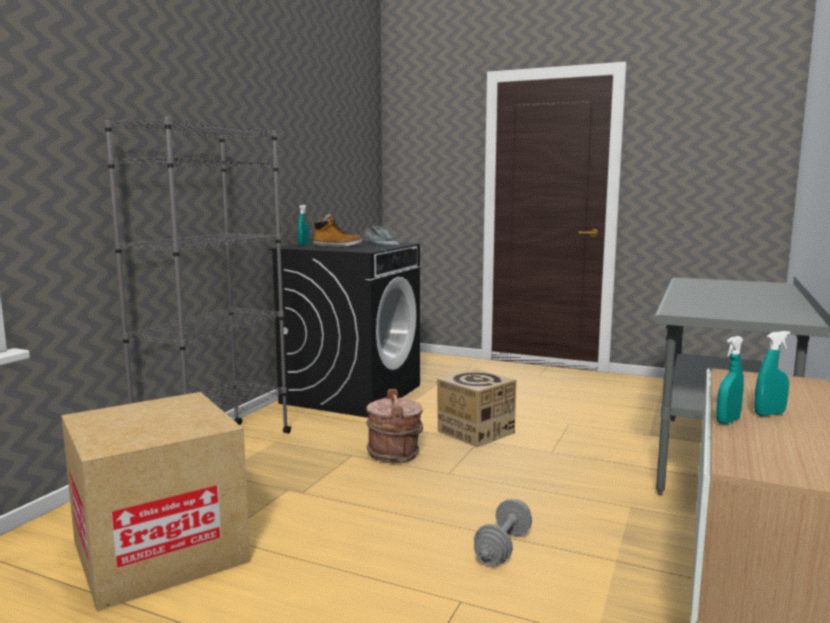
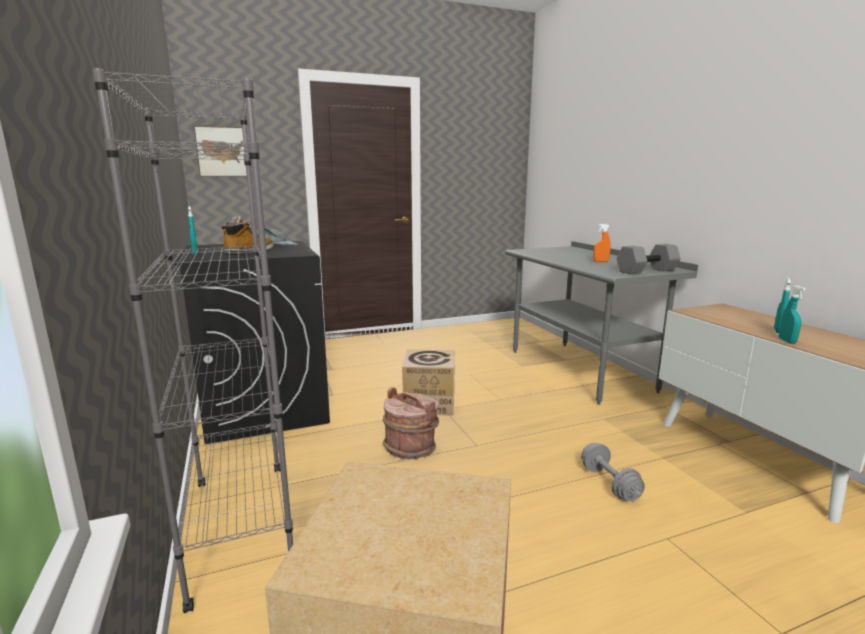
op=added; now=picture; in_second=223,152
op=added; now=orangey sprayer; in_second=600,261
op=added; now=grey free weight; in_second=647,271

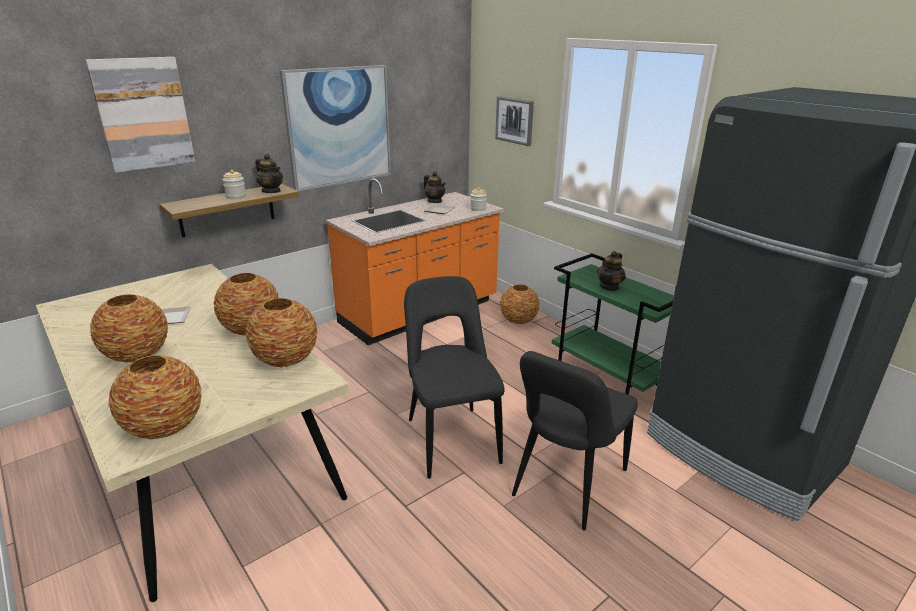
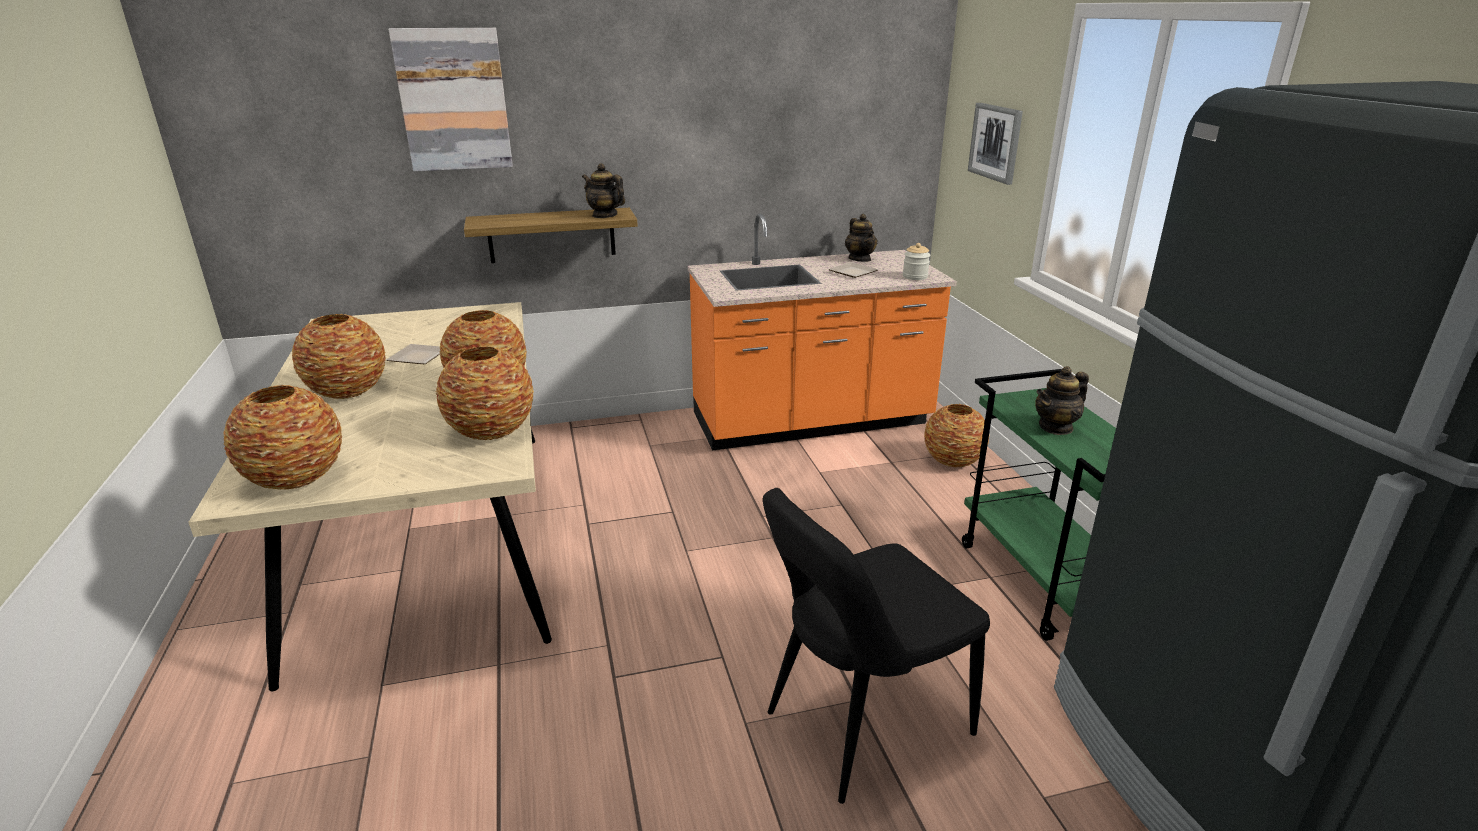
op=removed; was=preserve jar; in_first=236,196
op=removed; was=picture; in_first=339,127
op=removed; was=black-coloured upright chair; in_first=451,438
op=turned; was=teapot; in_first=271,191; in_second=604,215; clockwise=150

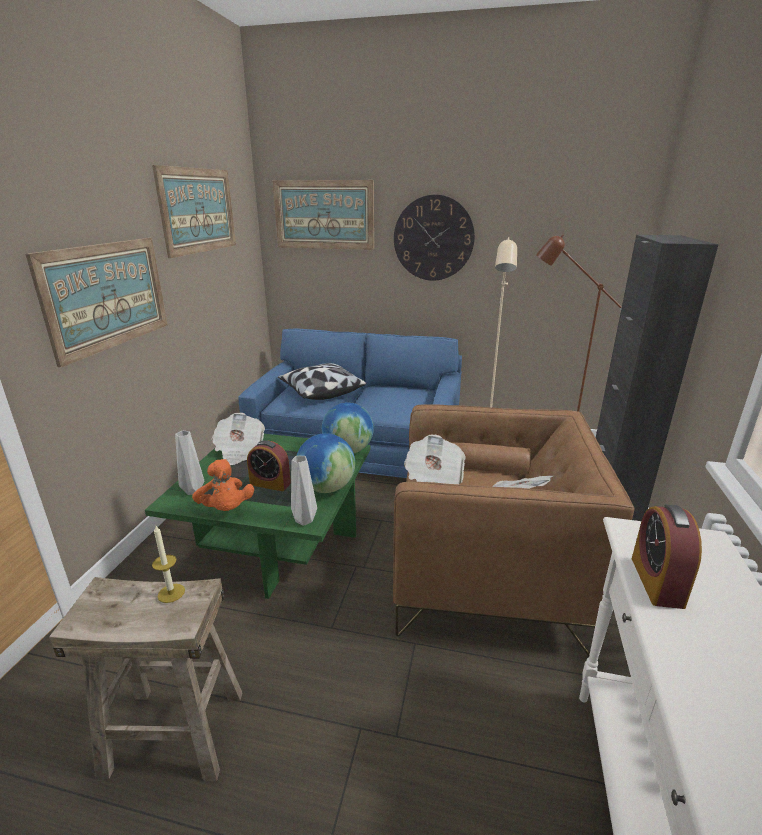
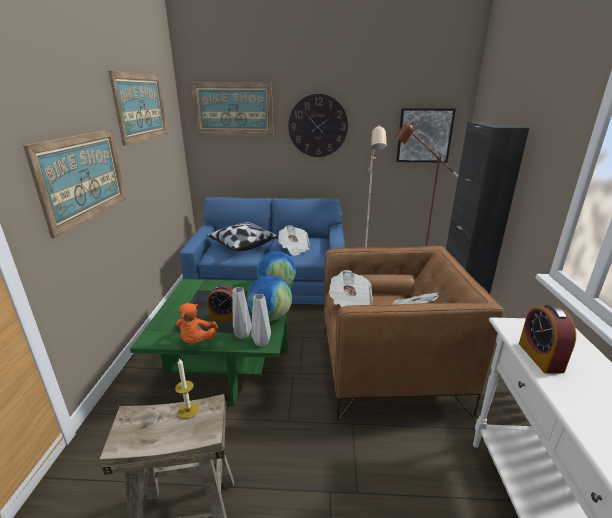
op=added; now=picture; in_second=424,135
op=moved; was=grey flower vase; in_first=192,490; in_second=241,335
op=moved; was=printed paper; in_first=239,451; in_second=294,248
op=turned; was=orangey plush toy; in_first=226,509; in_second=197,341; clockwise=45

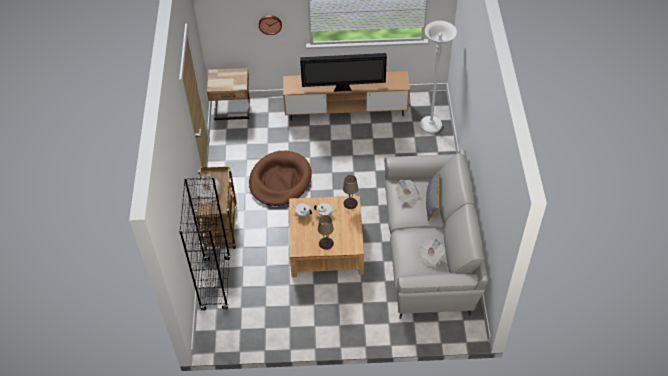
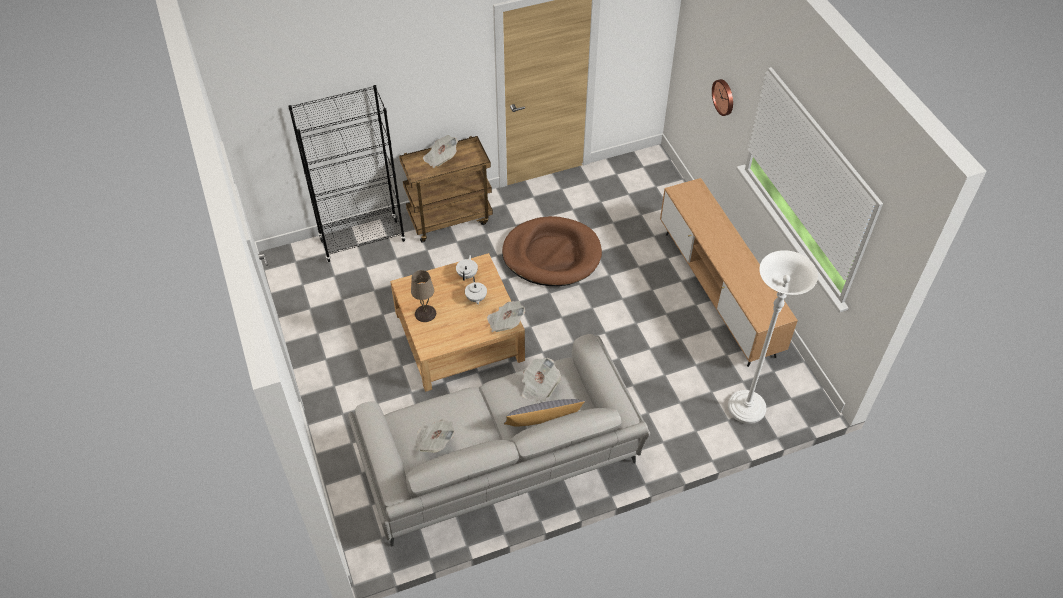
op=removed; was=beige-coloured bedside table; in_first=232,111
op=removed; was=TV set; in_first=343,89
op=replaced; was=beige-coloured lamp for a table; now=printed paper; in_first=350,203; in_second=505,322

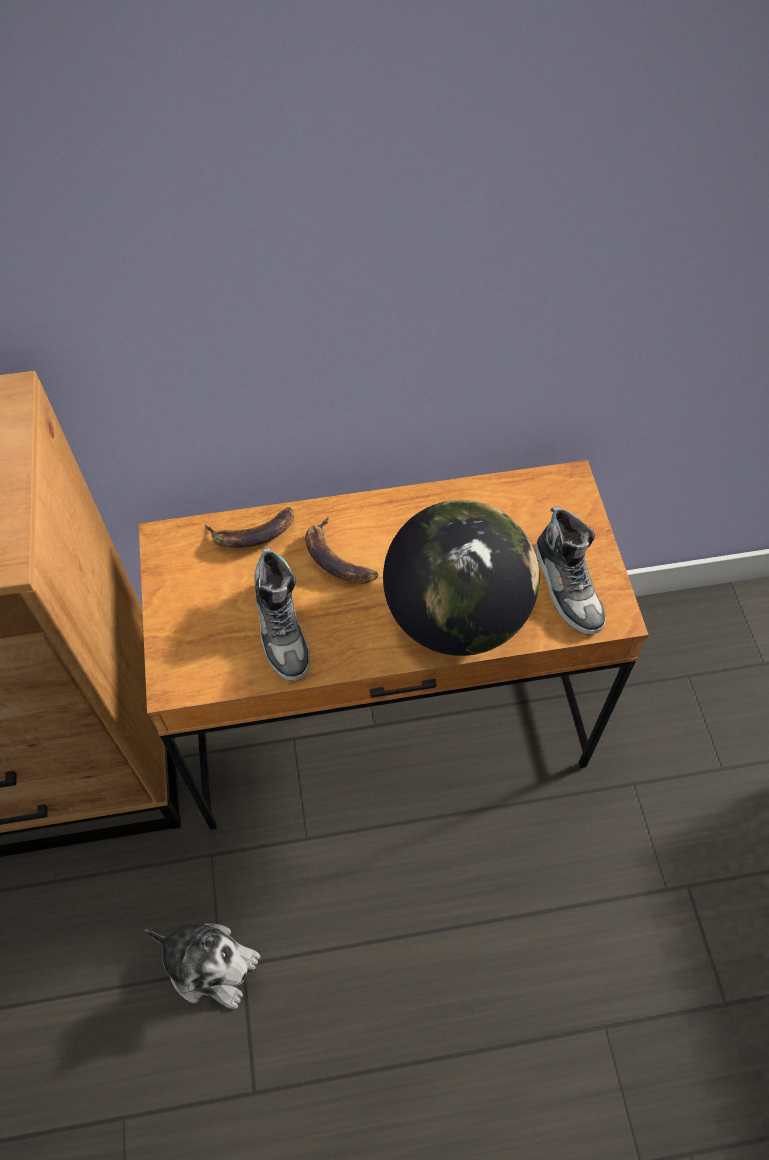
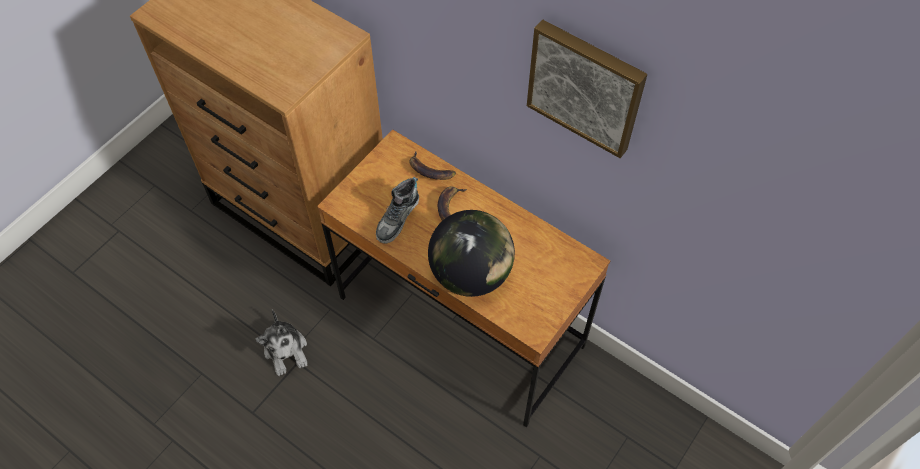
op=removed; was=item of footwear; in_first=568,586
op=added; now=picture; in_second=586,86

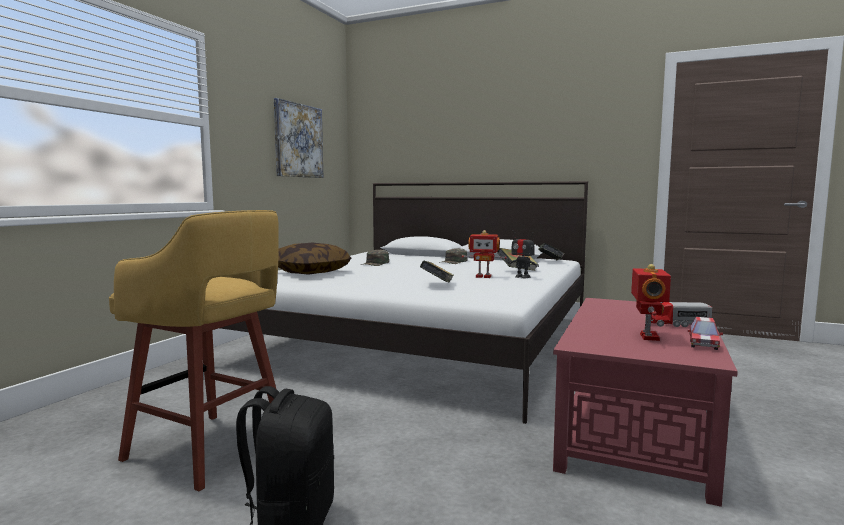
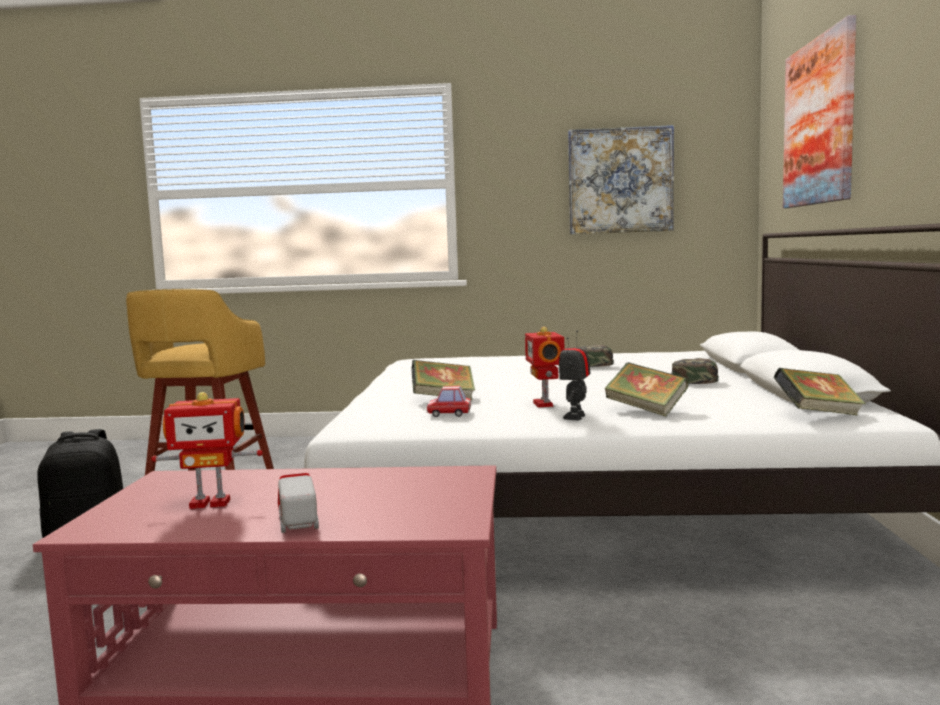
op=removed; was=throw pillow; in_first=311,272
op=added; now=picture; in_second=819,122
op=moved; was=model car; in_first=703,345; in_second=449,414

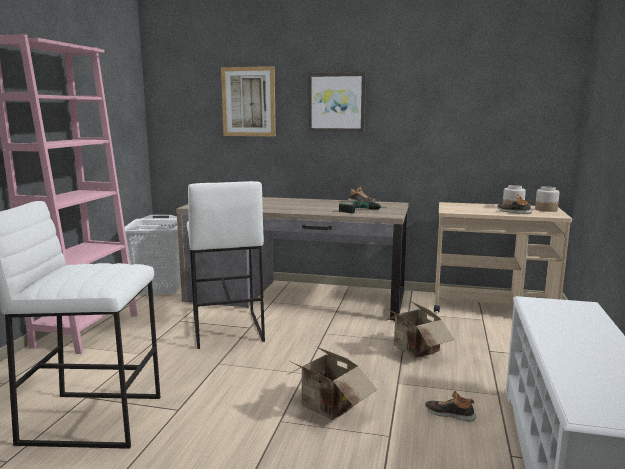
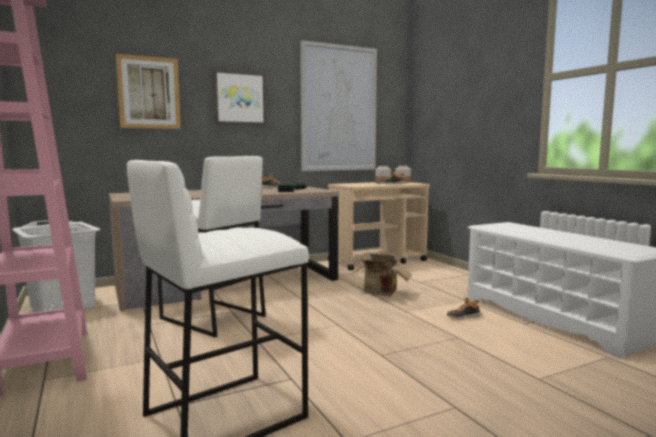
op=removed; was=cardboard box; in_first=327,408
op=added; now=picture; in_second=338,109

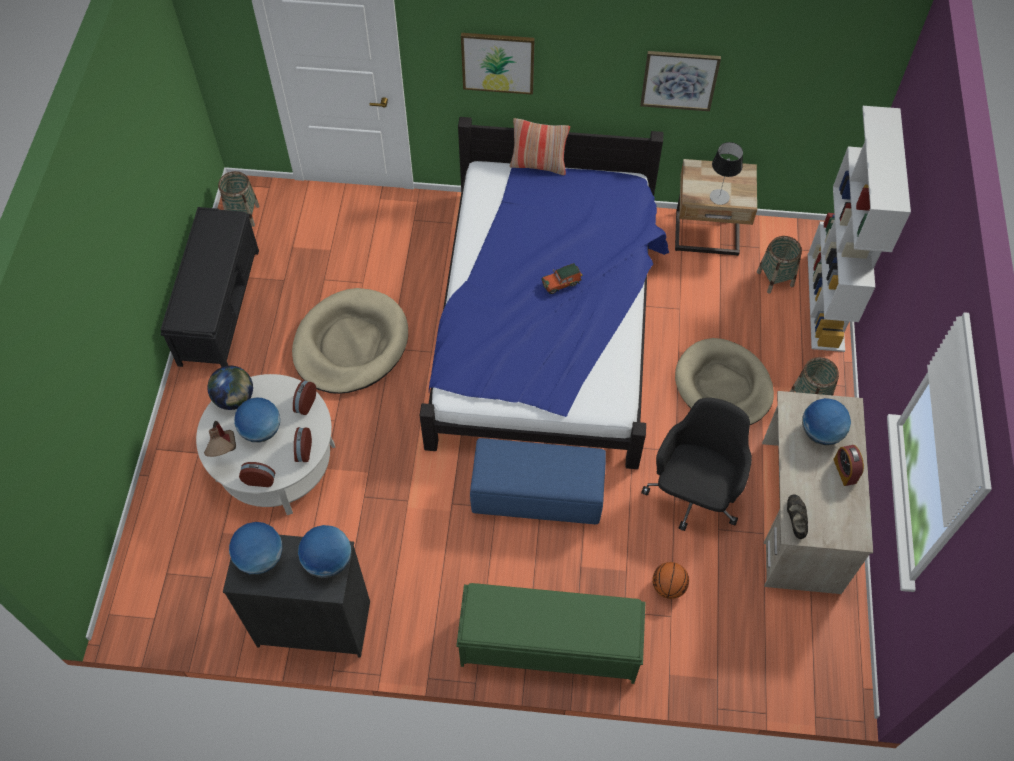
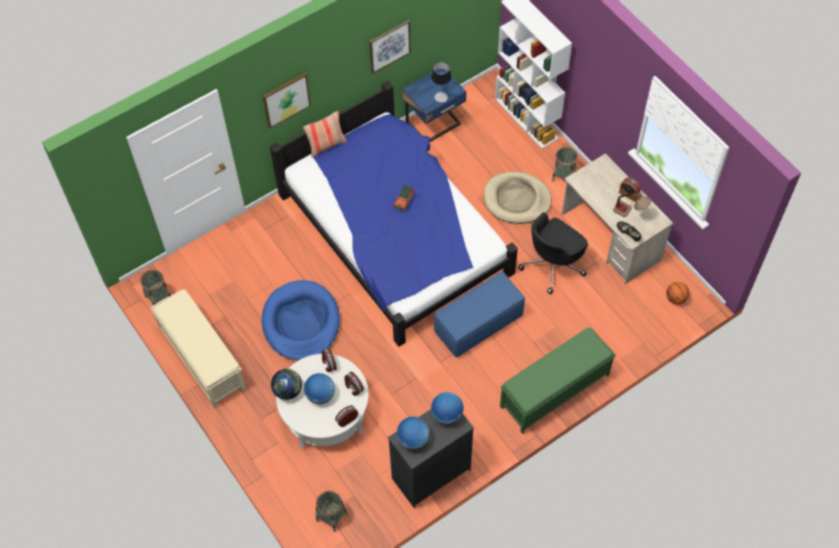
op=removed; was=world globe; in_first=820,433
op=moved; was=lamp for a table; in_first=225,454; in_second=630,213
op=moved; was=ball for basketball; in_first=668,586; in_second=675,298
op=moved; was=household basket; in_first=775,279; in_second=331,517
op=recoloured; was=black-coloured long seat; now=beige-coloured long seat; in_first=219,305; in_second=202,358
op=recoloured; was=beige-coloured dog bed; now=bluish dog bed; in_first=351,344; in_second=301,323
op=recoloured; was=beige-coloured bedside table; now=bluish bedside table; in_first=707,236; in_second=434,124
op=turned; was=black-coloured computer chair; in_first=694,494; in_second=553,265; clockwise=-120

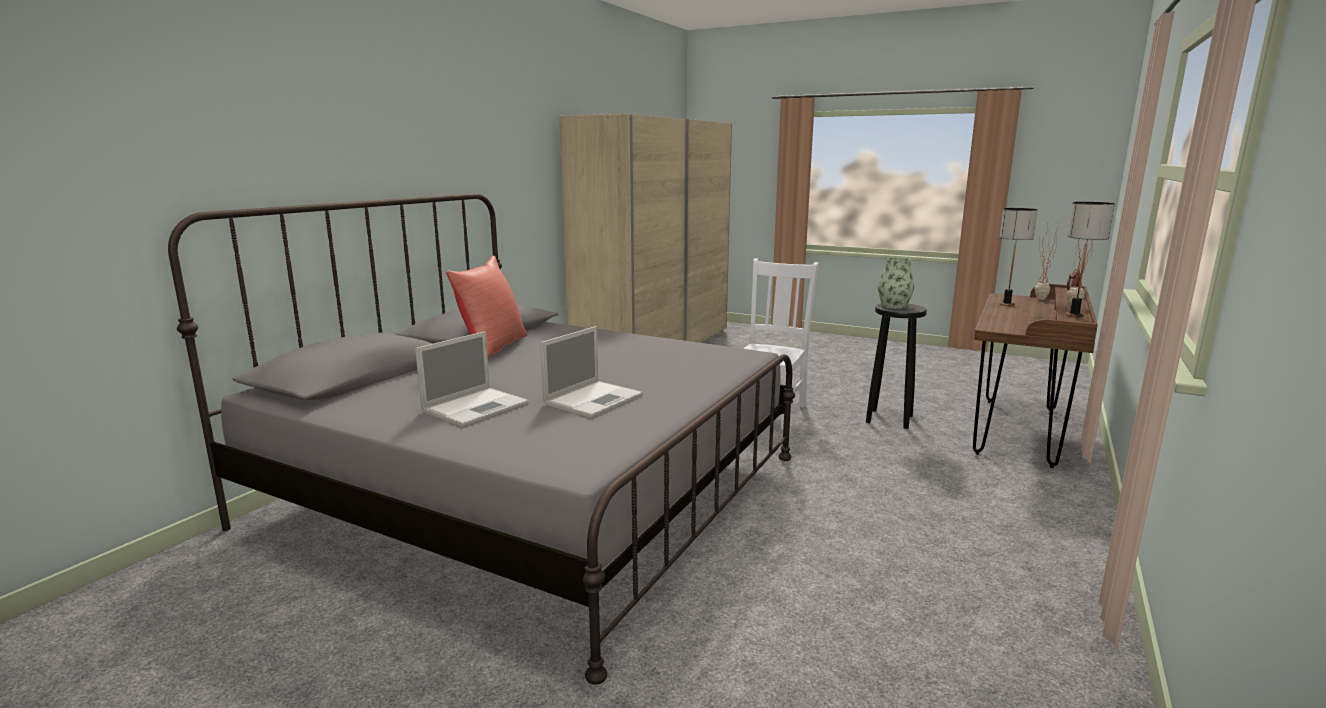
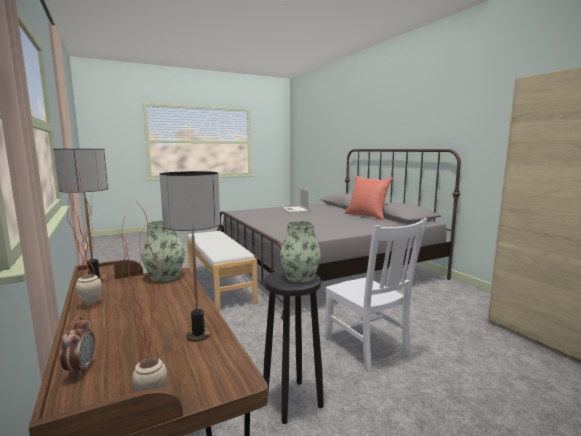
op=removed; was=portable computer; in_first=594,399
op=added; now=flower vase; in_second=165,276
op=added; now=white long seat; in_second=220,285

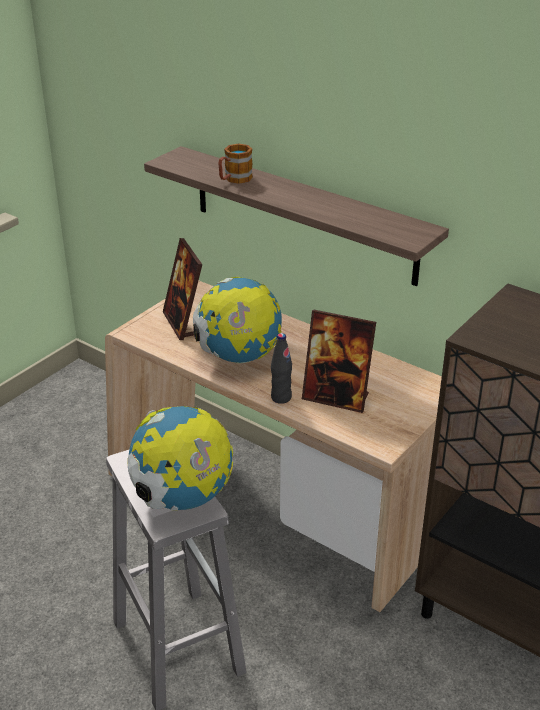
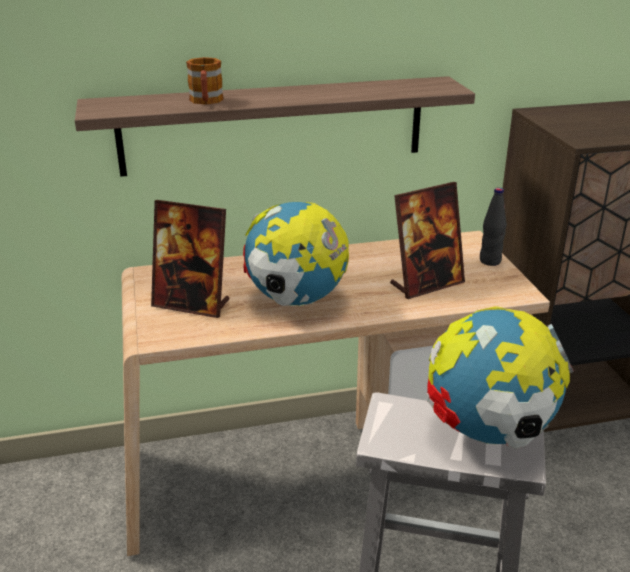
op=moved; was=black-coloured beverage bottle; in_first=281,397; in_second=490,261

